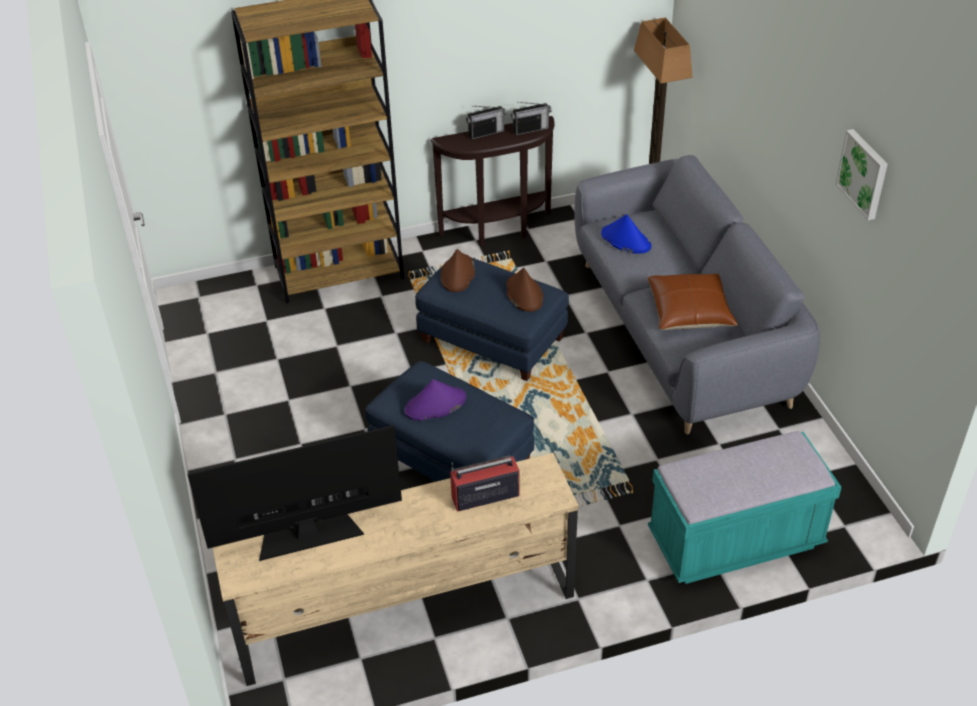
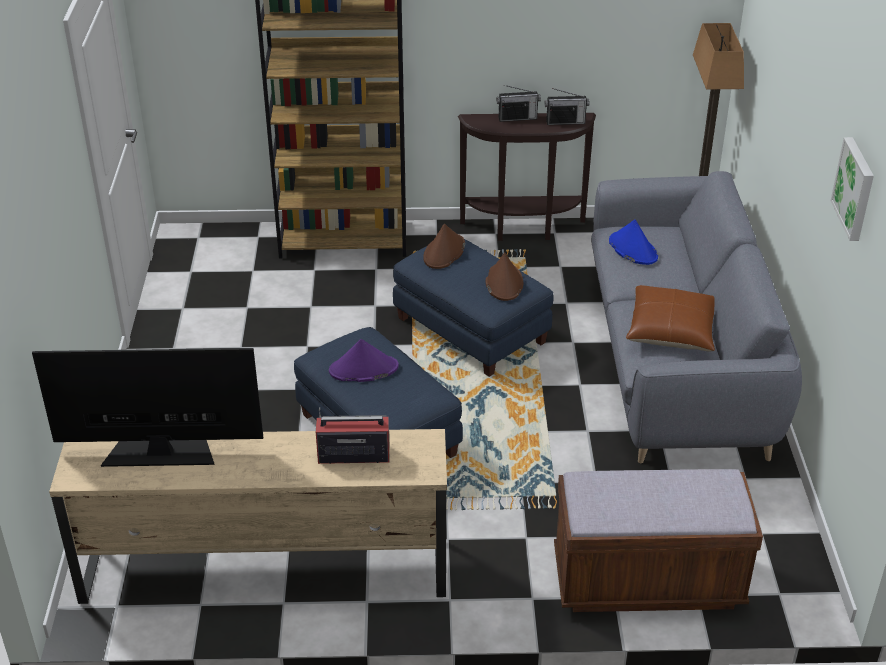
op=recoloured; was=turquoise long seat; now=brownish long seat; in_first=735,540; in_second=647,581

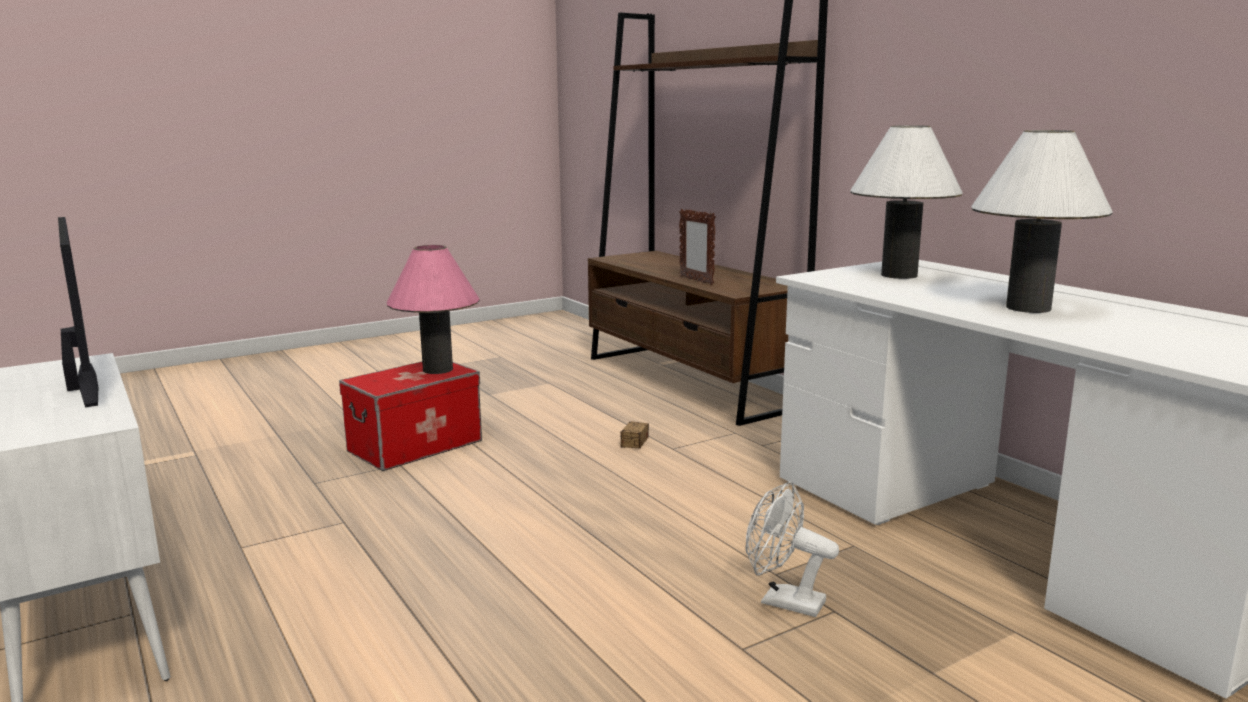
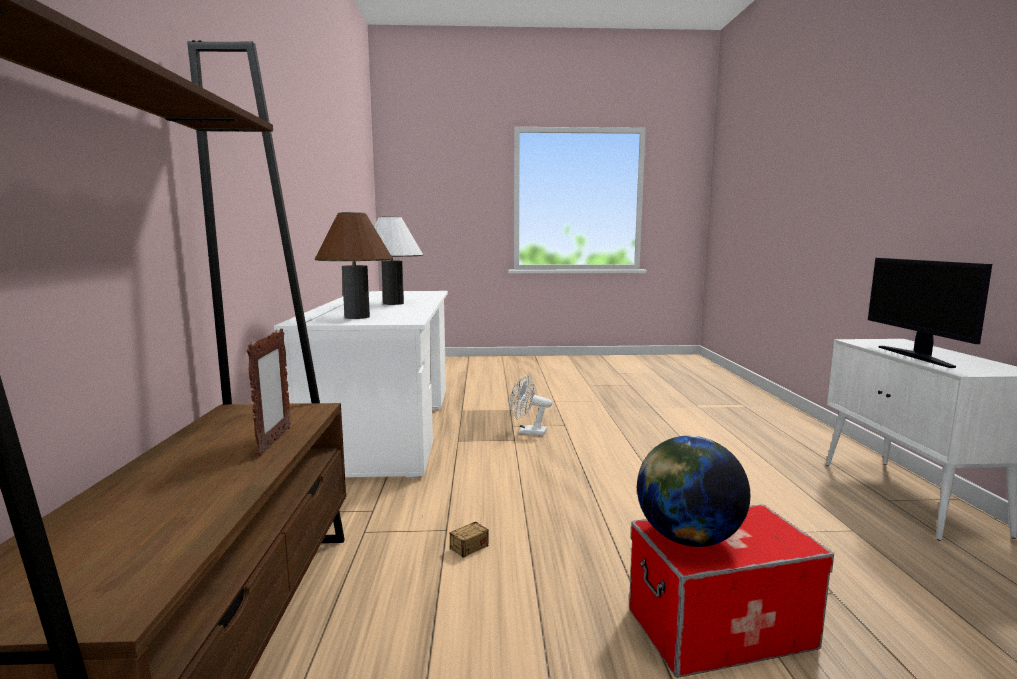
op=replaced; was=pinkish lamp for a table; now=world globe; in_first=437,369; in_second=687,538
op=recoloured; was=white lamp for a table; now=brownish lamp for a table; in_first=899,275; in_second=357,317
op=turned; was=white electric fan; in_first=783,601; in_second=527,432; clockwise=135

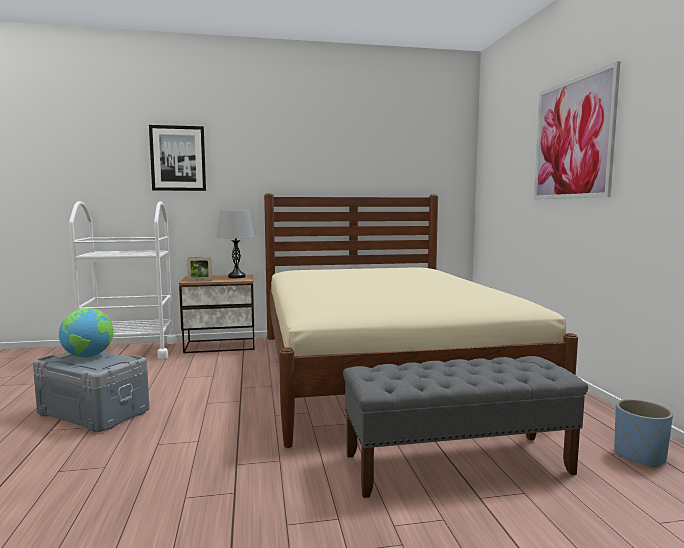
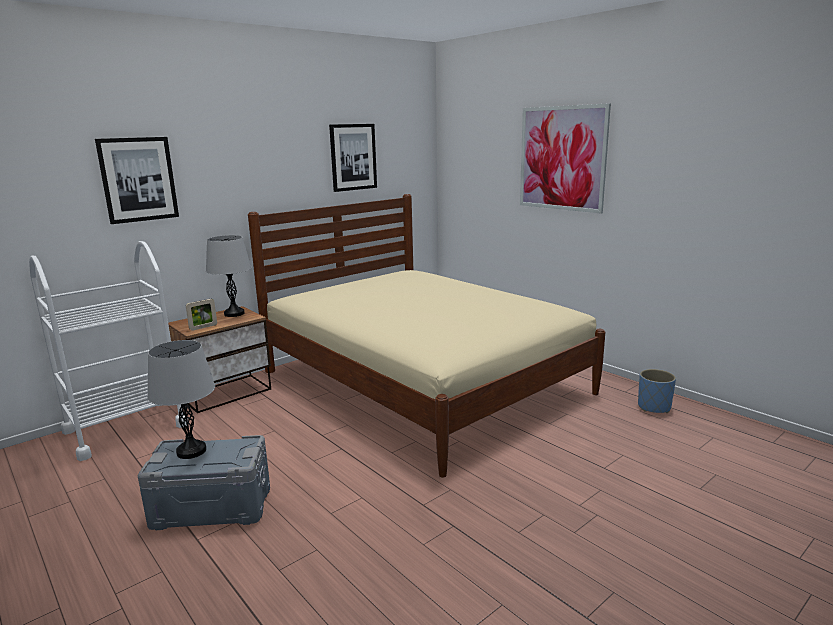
op=removed; was=grey long seat; in_first=457,464
op=added; now=picture; in_second=353,157
op=replaced; was=world globe; now=grey lamp for a table; in_first=88,356; in_second=191,451

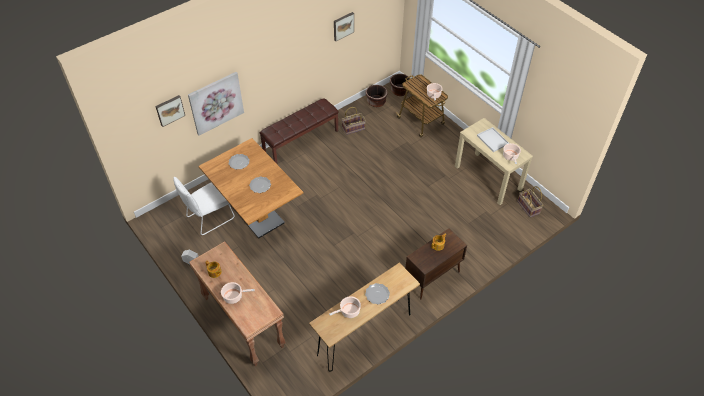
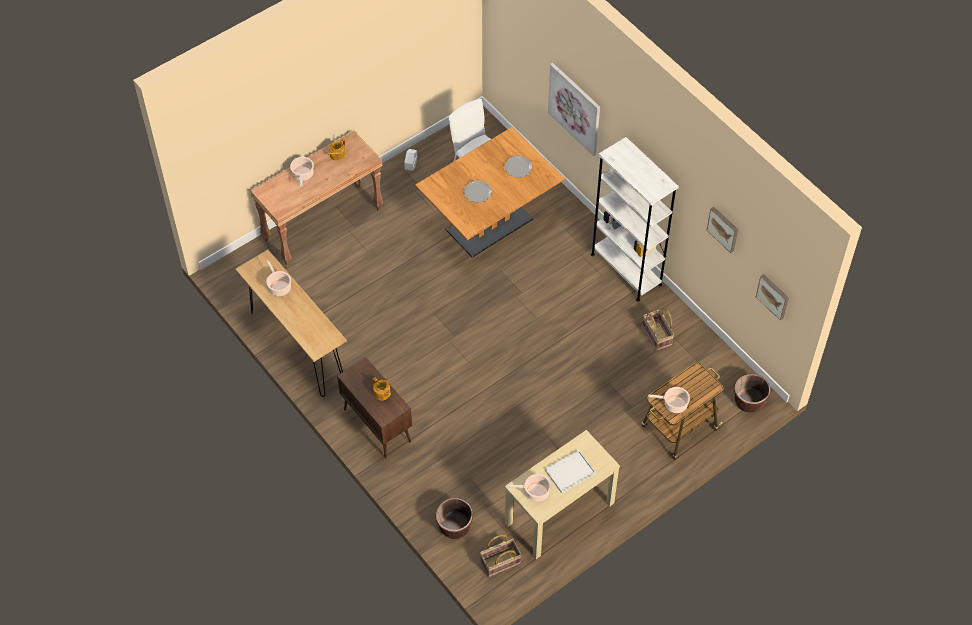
op=removed; was=dinner plate; in_first=377,294
op=moved; was=picture; in_first=169,110; in_second=773,296
op=moved; was=brownish plant pot; in_first=376,102; in_second=454,526
op=replaced; was=brownish long seat; now=white bookshelf; in_first=300,141; in_second=626,269

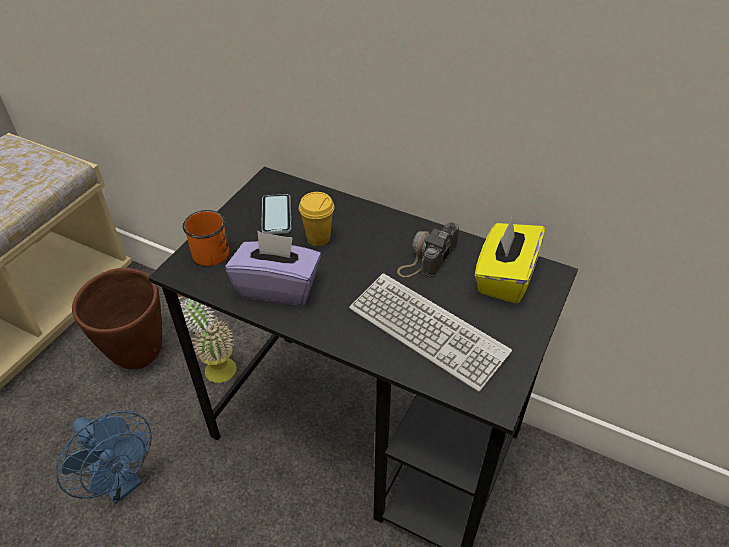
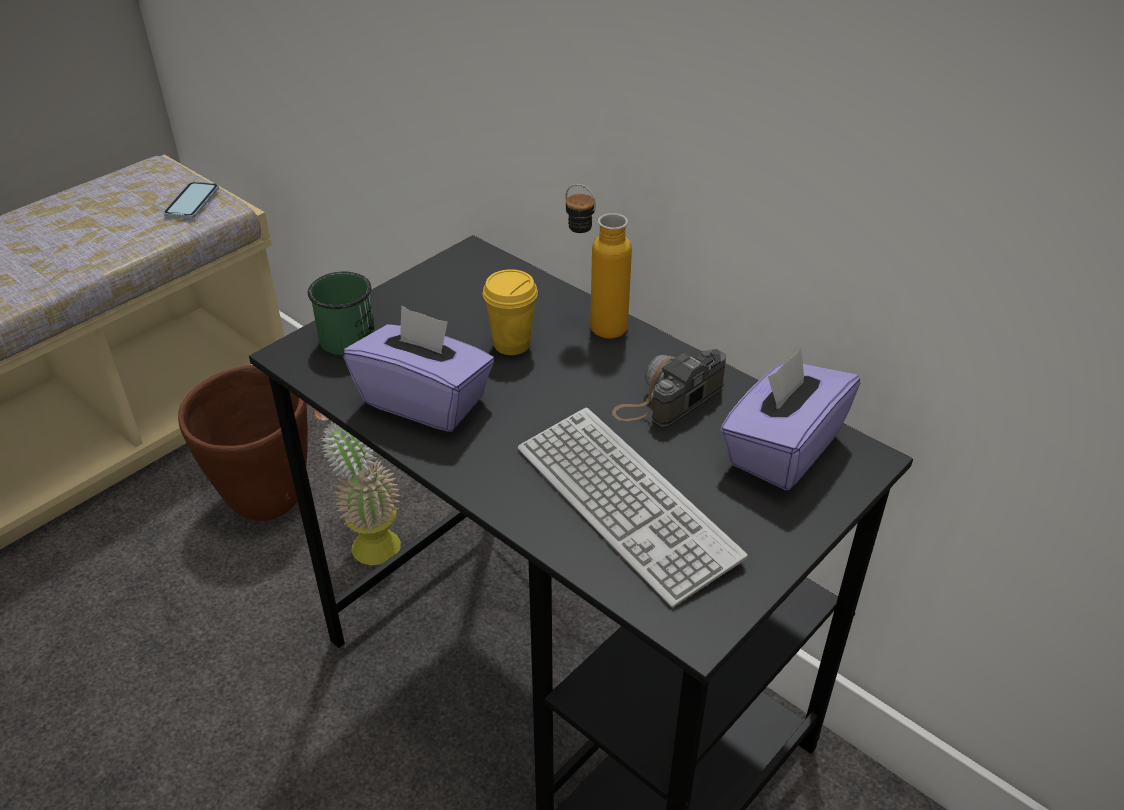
op=removed; was=bluish electric fan; in_first=121,482
op=added; now=beverage bottle; in_second=595,324
op=moved; was=phone; in_first=276,215; in_second=192,202
op=recoloured; was=orangey tea mug; now=greenish tea mug; in_first=210,249; in_second=350,333
op=recoloured; was=yellow-coloured tissue holder; now=purplish tissue holder; in_first=504,277; in_second=782,449

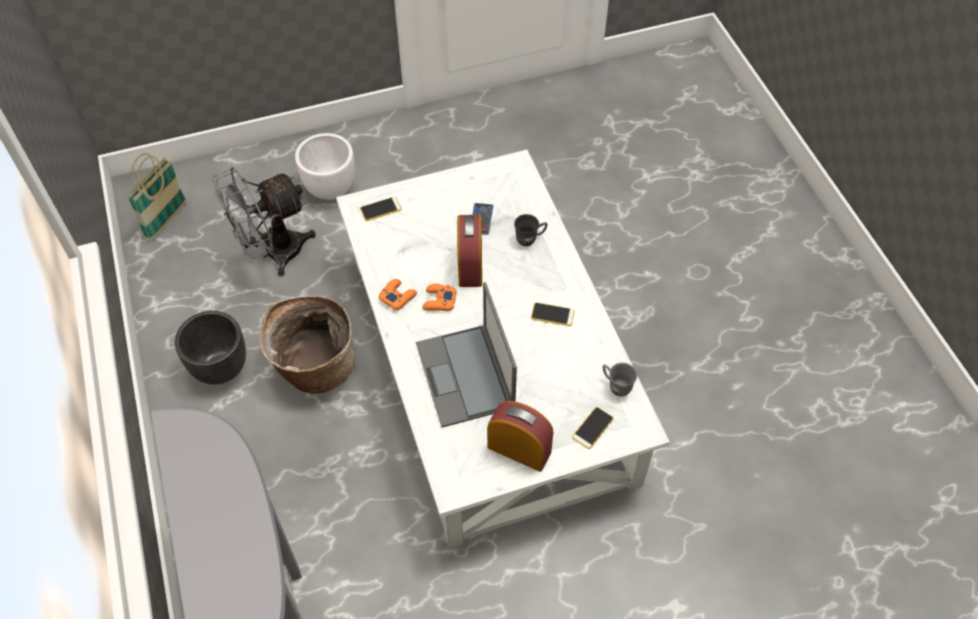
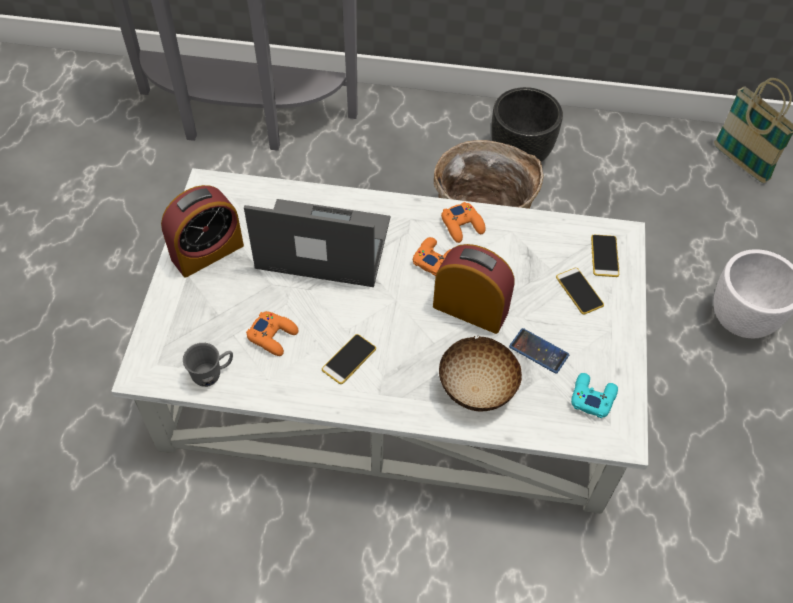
op=removed; was=grey electric fan; in_first=274,253
op=added; now=orangey joypad; in_second=273,336
op=added; now=turquoise joypad; in_second=592,397
op=moved; was=phone; in_first=592,428; in_second=579,291
op=replaced; was=grey tea mug; now=serving bowl; in_first=530,239; in_second=477,390

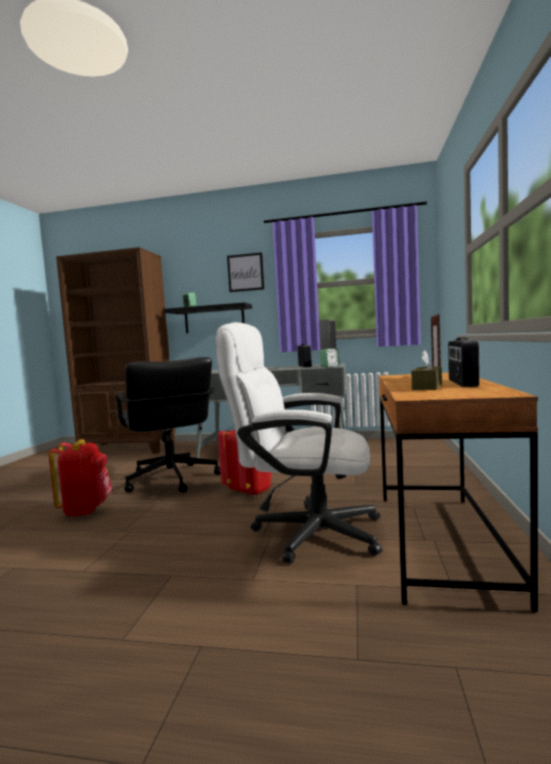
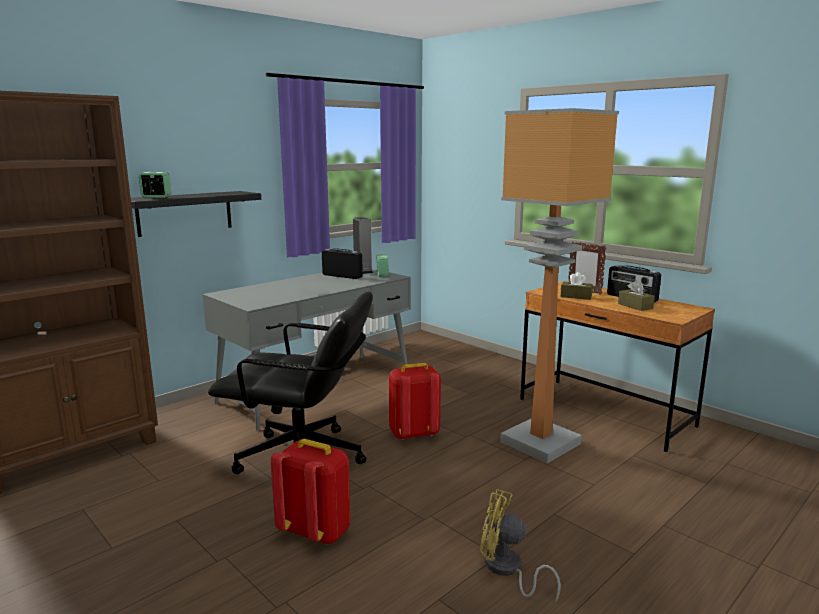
op=removed; was=picture; in_first=245,272
op=added; now=yellow-coloured electric fan; in_second=507,570
op=added; now=brownish tissue holder; in_second=576,296
op=replaced; was=white computer chair; now=floor lamp; in_first=305,532; in_second=538,442

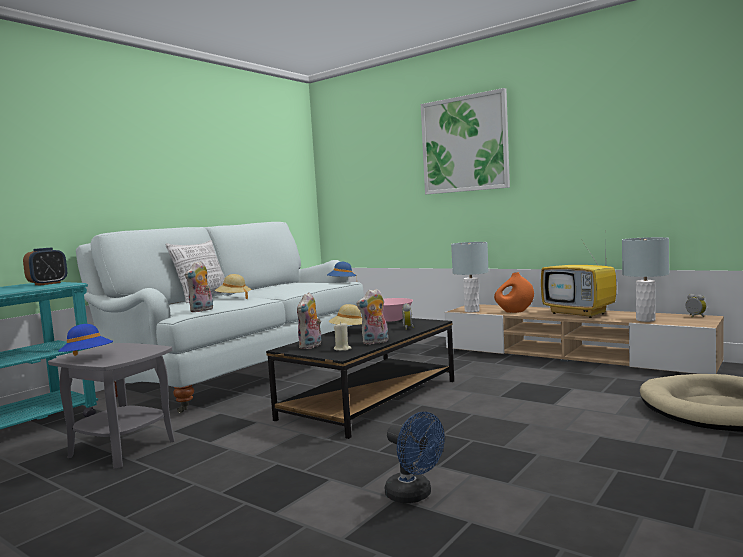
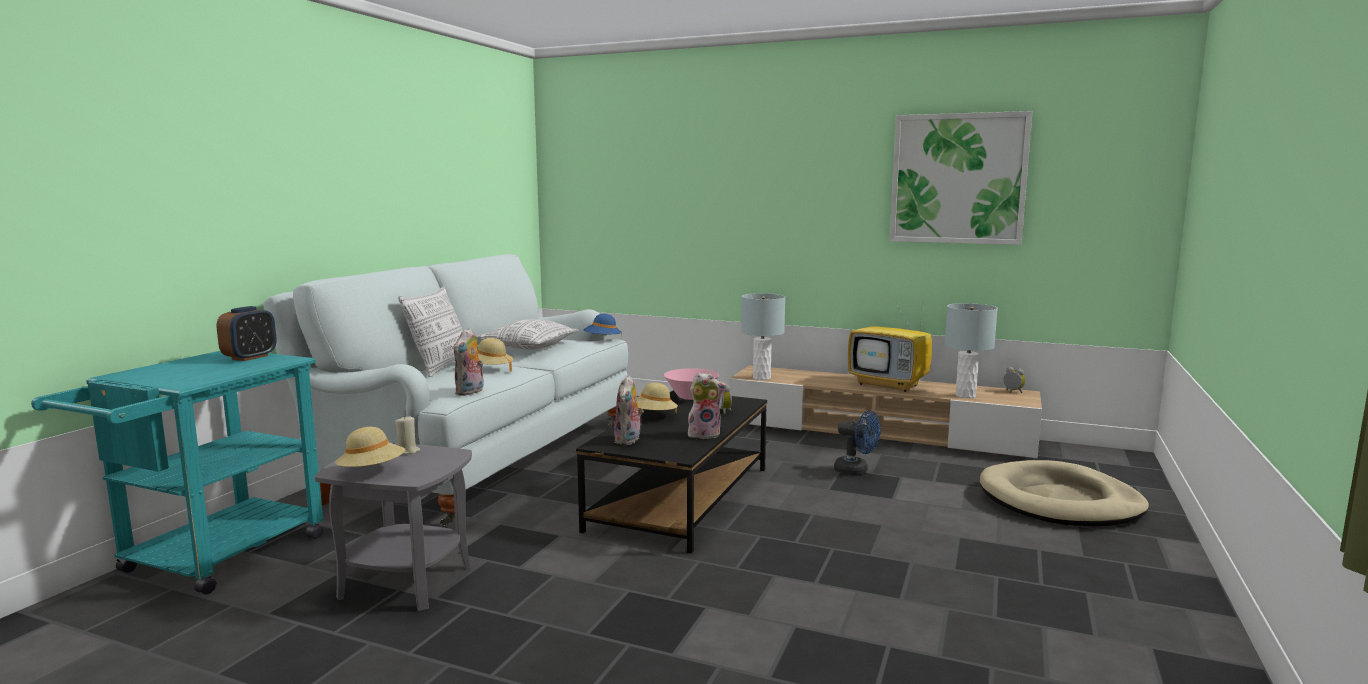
op=removed; was=orangey flower vase; in_first=514,311
op=added; now=throw pillow; in_second=529,347
op=moved; was=beige-coloured candle; in_first=342,349; in_second=407,451
op=moved; was=bluish electric fan; in_first=414,496; in_second=856,471
op=moved; was=picture; in_first=464,144; in_second=958,179
op=recoloured; was=bluish clothing hat; now=beige-coloured clothing hat; in_first=87,358; in_second=372,471
op=turned; was=plush toy; in_first=375,342; in_second=704,434; clockwise=-150

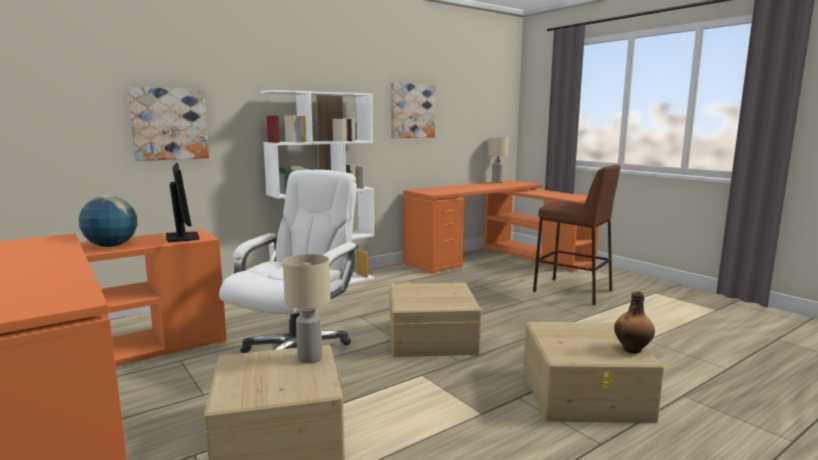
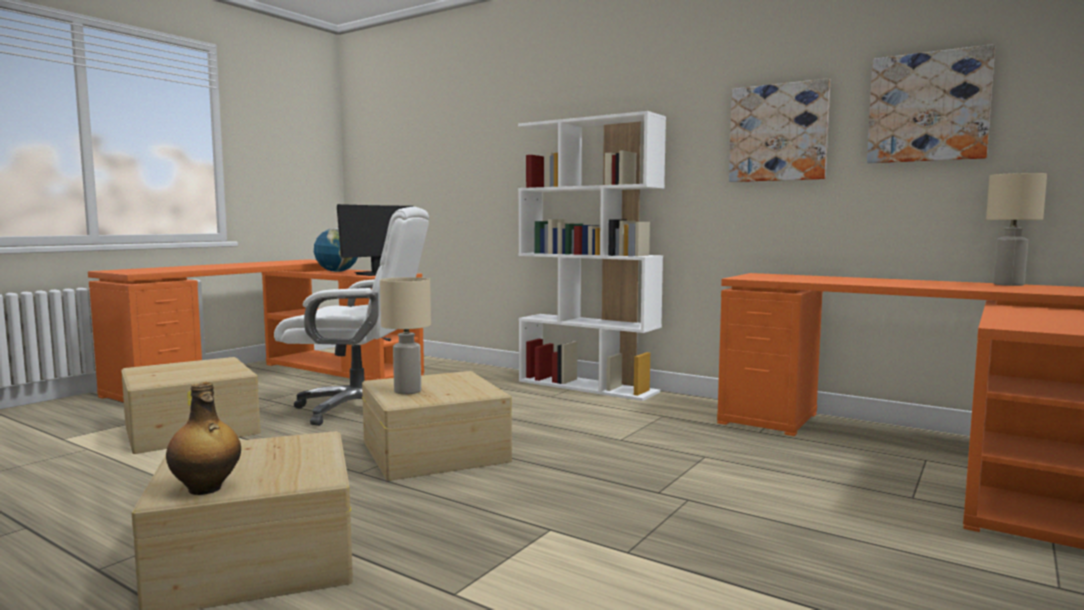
op=removed; was=brownish stool; in_first=573,291
op=moved; was=picture; in_first=169,124; in_second=928,107
op=moved; was=beige-coloured lamp for a table; in_first=310,358; in_second=408,391

